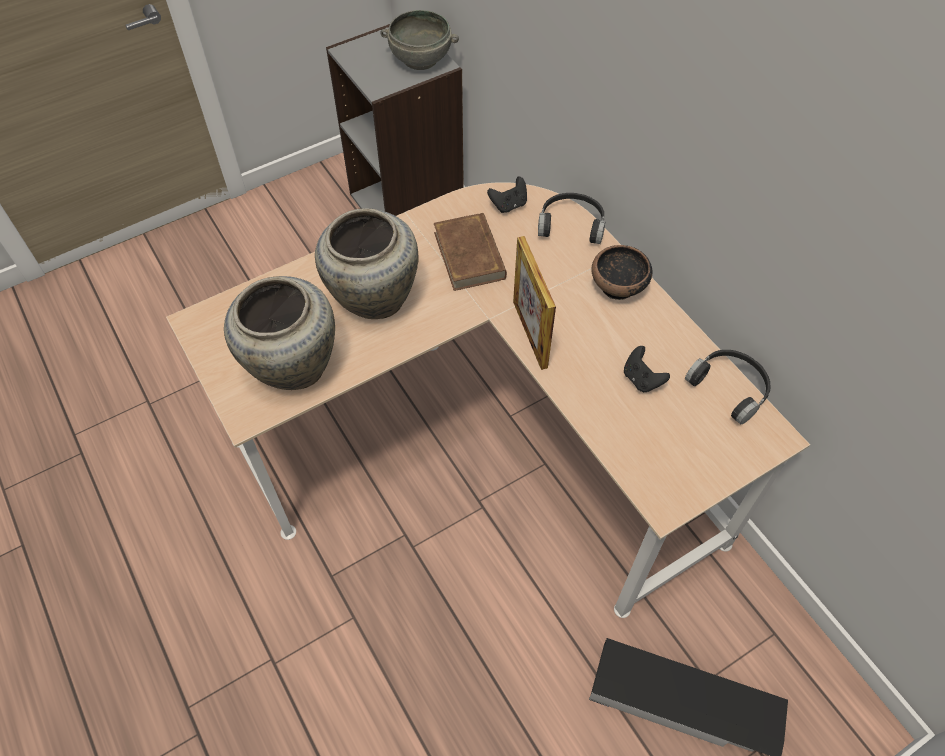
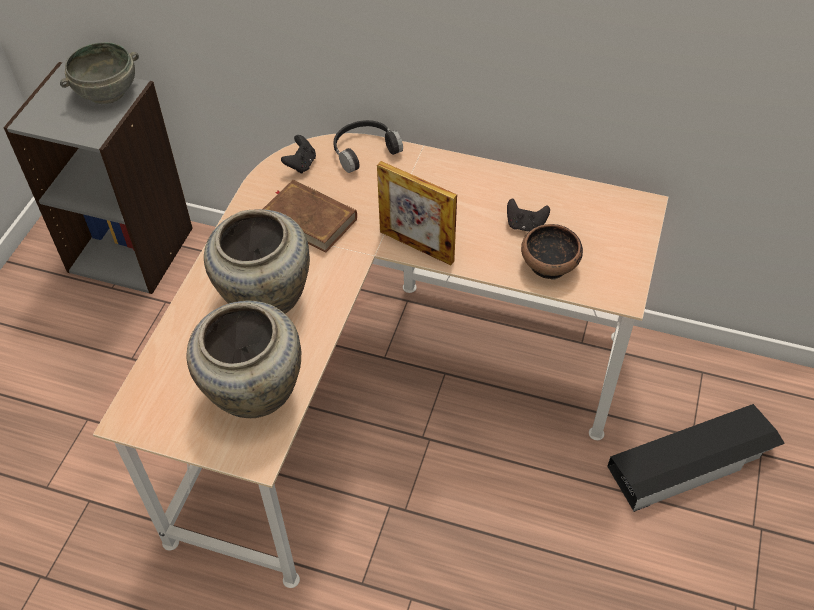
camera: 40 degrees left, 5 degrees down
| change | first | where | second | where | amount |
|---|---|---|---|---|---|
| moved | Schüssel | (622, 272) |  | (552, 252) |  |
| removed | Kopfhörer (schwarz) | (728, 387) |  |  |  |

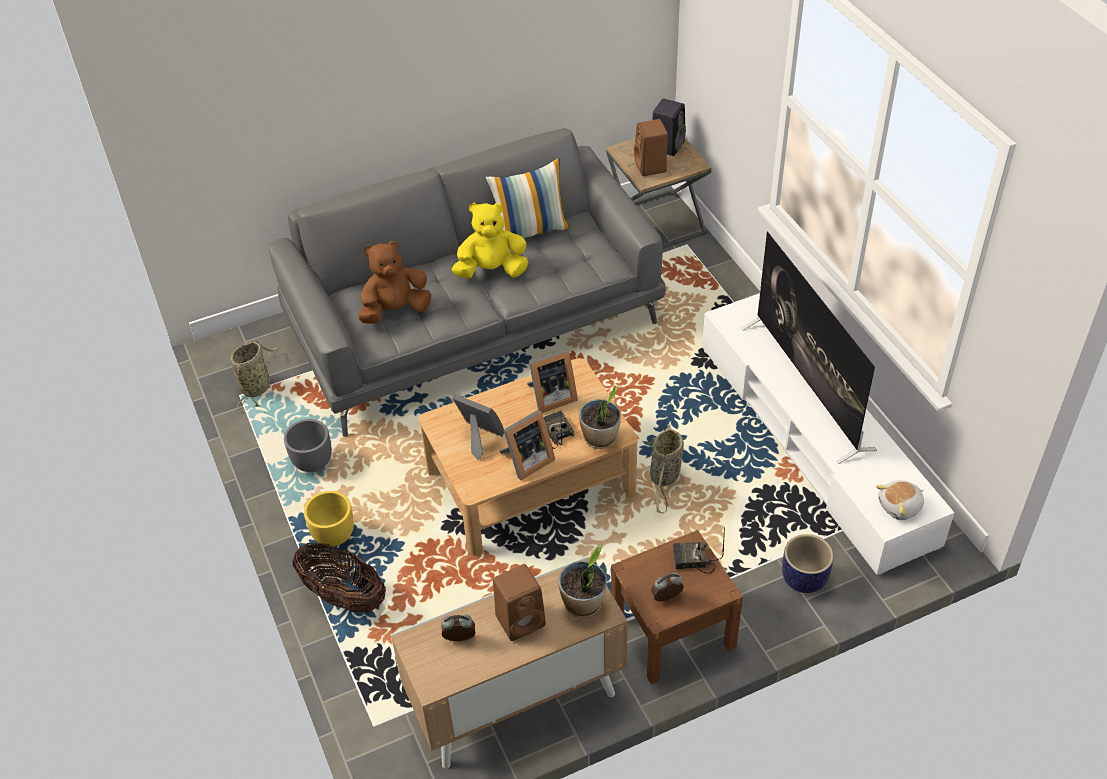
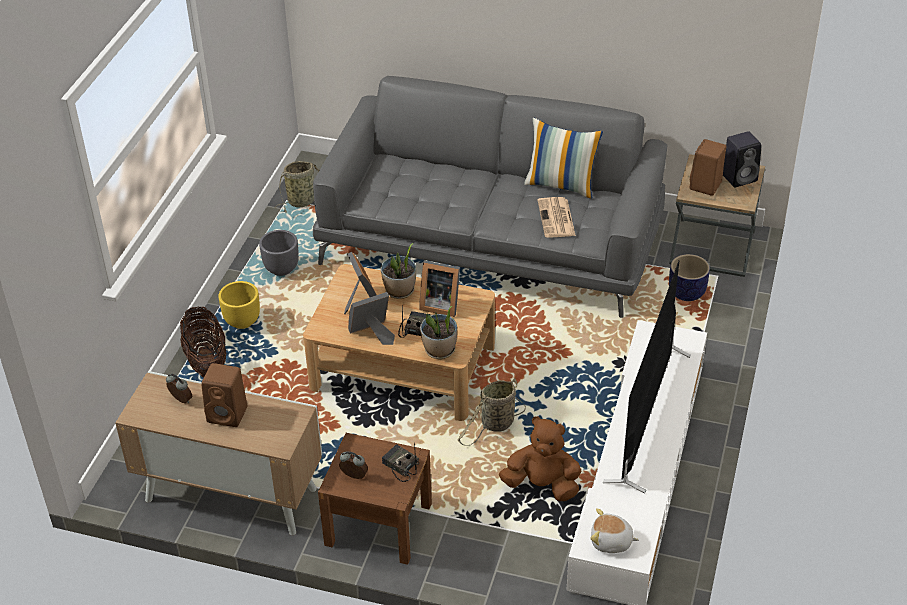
camera: 40 degrees right, 5 degrees down
| change | first | where | second | where | amount |
|---|---|---|---|---|---|
| removed | Plüschtier (gelb) | (490, 240) |  |  |  |
| moved | Plüschtier (braun) | (394, 282) |  | (540, 458) |  |
| turned | Bilderrahmen | (527, 445) |  | (371, 318) | 150 degrees clockwise |
| moved | Pflanzkübel | (808, 563) |  | (689, 277) |  |
| moved | Topfpflanze | (582, 581) |  | (398, 271) |  |
| added |  |  | Zeitung | (557, 217) |  |

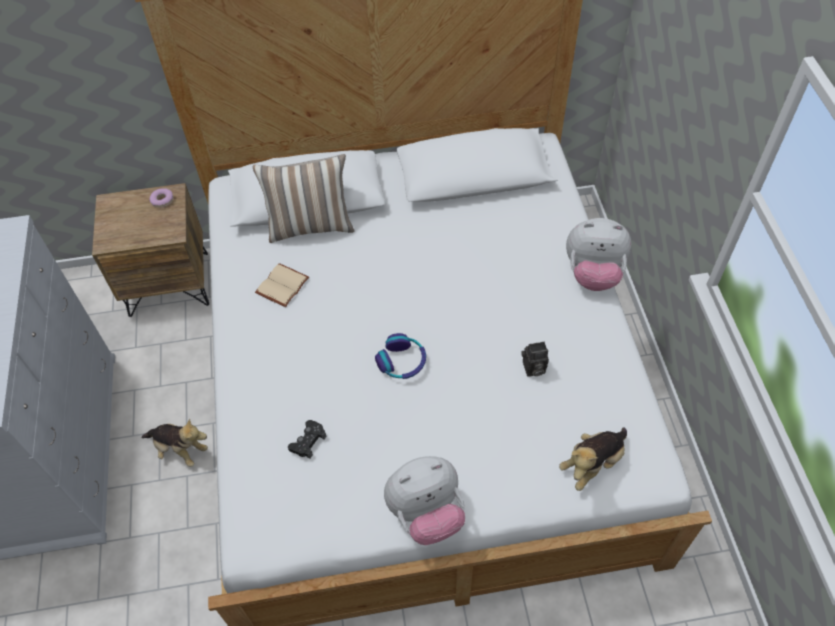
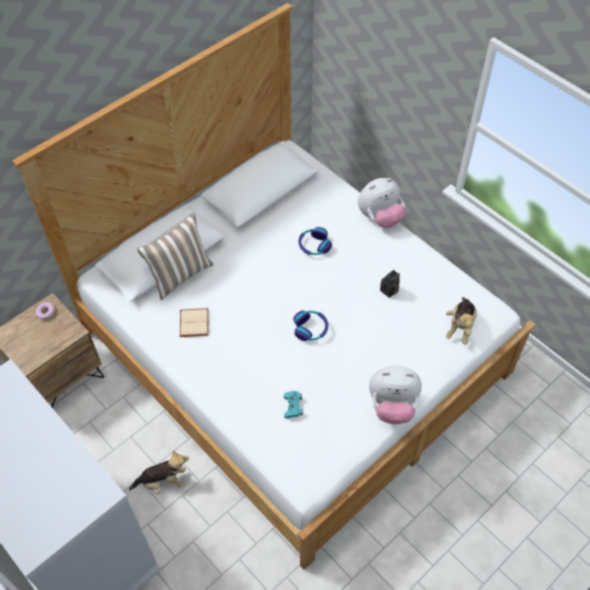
camera: 35 degrees left, 0 degrees up
| change | first | where | second | where | amount |
|---|---|---|---|---|---|
| recoloured | Gamepad (schwarz) | (307, 439) | Gamepad (türkis) | (293, 404) |  |
| turned | Plüschtier | (424, 500) |  | (395, 394) | 60 degrees clockwise |
| added |  |  | Kopfhörer | (315, 241) |  |

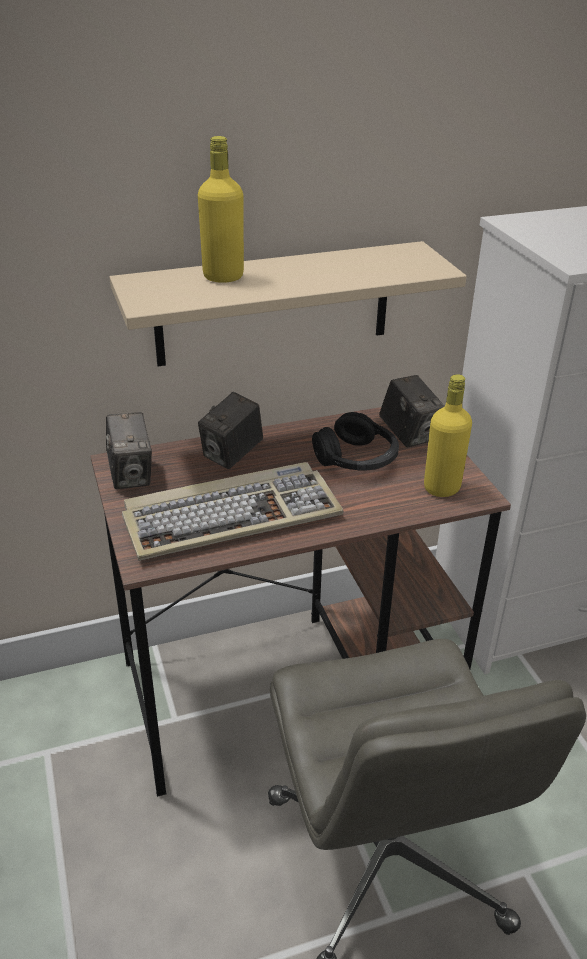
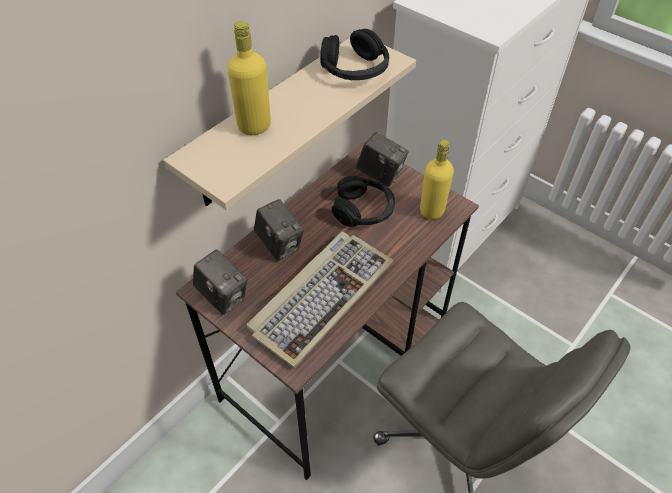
camera: 30 degrees left, 15 degrees up
| change | first | where | second | where | amount |
|---|---|---|---|---|---|
| turned | Kamera | (230, 430) |  | (279, 230) | 45 degrees counterclockwise |
| added |  |  | Kopfhörer (schwarz) | (354, 54) |  |

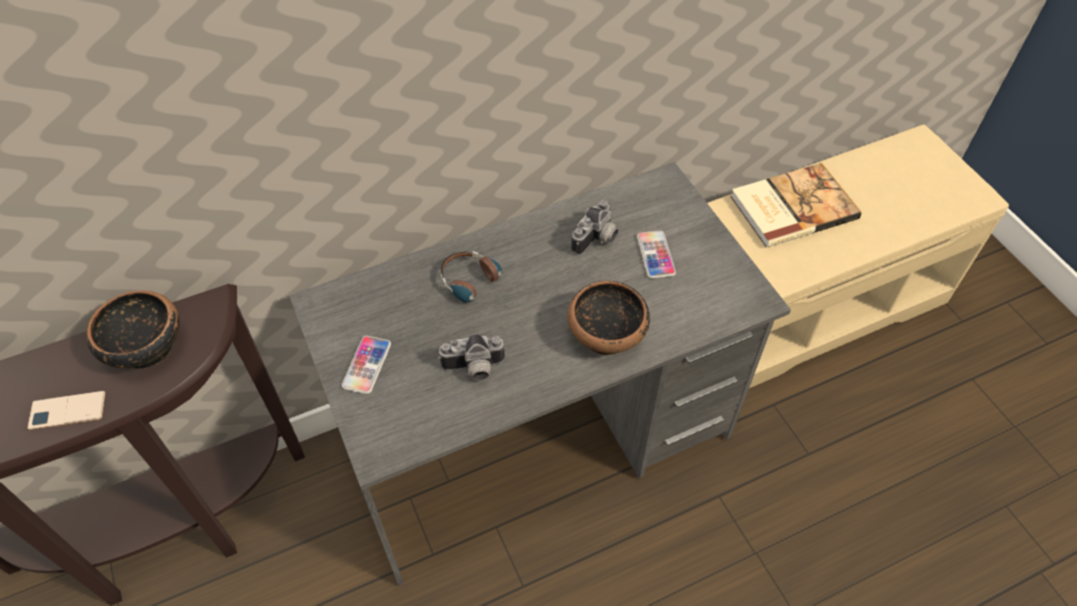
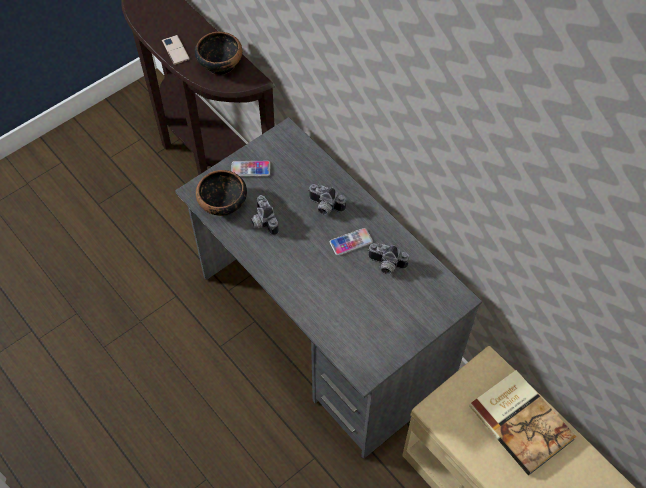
camera: 75 degrees right, 5 degrees up
| change | first | where | second | where | amount |
|---|---|---|---|---|---|
| moved | Handy | (656, 254) |  | (351, 242) |  |
| replaced | Kopfhörer | (471, 280) | Kamera | (327, 199) |  |
| moved | Schüssel | (608, 318) |  | (221, 193) |  |

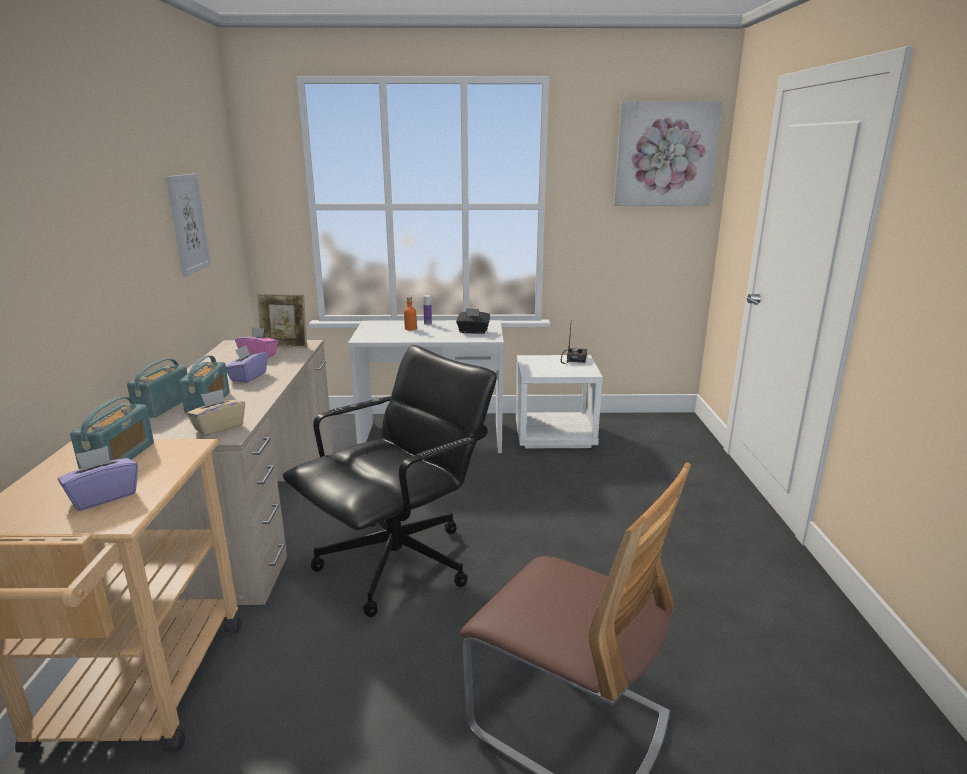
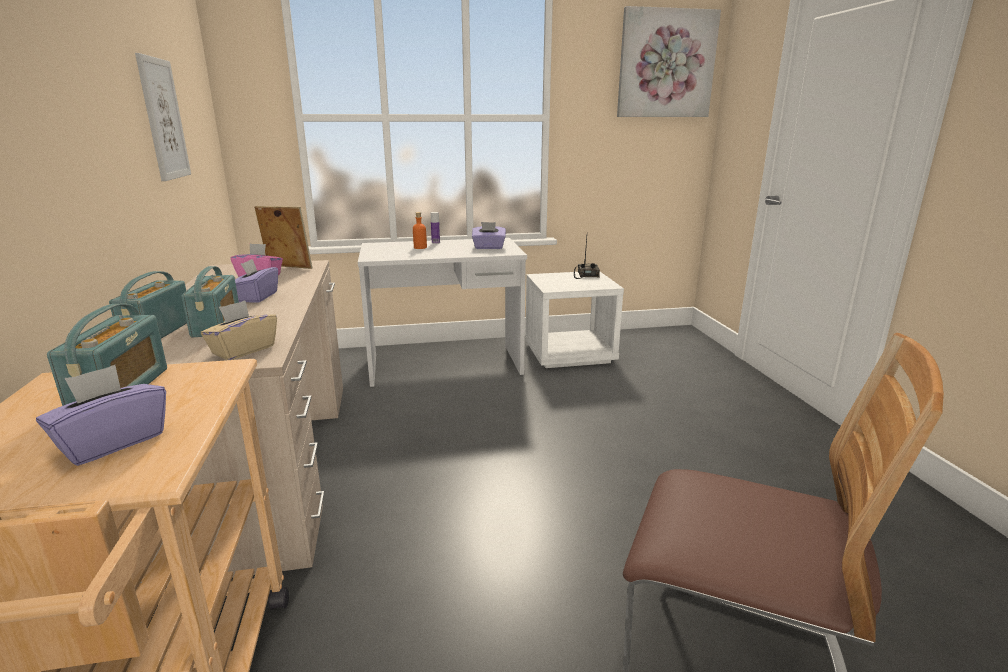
camera: 10 degrees left, 0 degrees up
| change | first | where | second | where | amount |
|---|---|---|---|---|---|
| turned | Bilderrahmen | (282, 321) |  | (283, 237) | 150 degrees counterclockwise |
| recoloured | Taschentuchbox (schwarz) | (473, 321) | Taschentuchbox (lila) | (489, 235) |  |
| removed | Bürostuhl (schwarz) | (390, 481) |  |  |  |

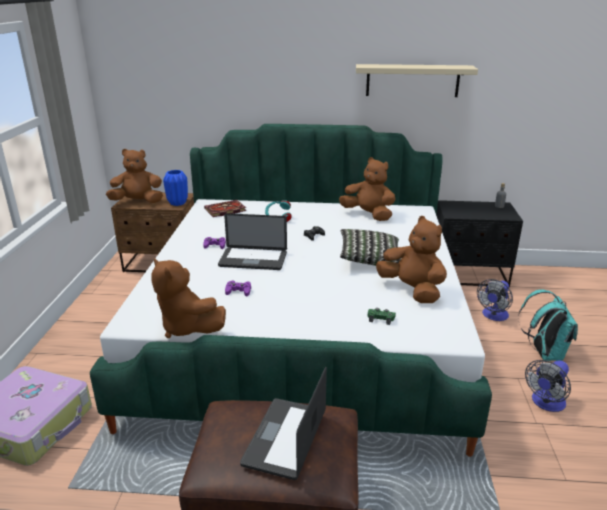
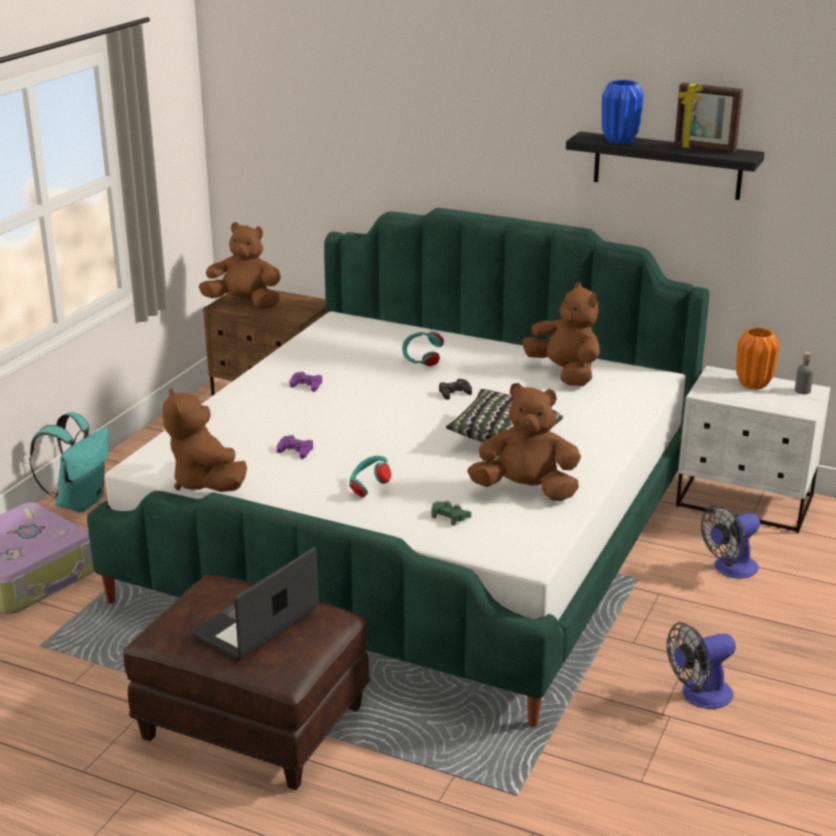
camera: 20 degrees right, 0 degrees up
| change | first | where | second | where | amount |
|---|---|---|---|---|---|
| recoloured | Wandregal (beige) | (417, 80) | Wandregal (schwarz) | (665, 165) |  |
| moved | Vase (blau) | (175, 188) |  | (623, 112) |  |
| removed | Buch | (225, 208) |  |  |  |
| recoloured | Nachttisch (schwarz) | (479, 243) | Nachttisch (weiß) | (753, 449) |  |
| removed | Laptop | (252, 241) |  |  |  |
| turned | Plüschtier (braun) | (411, 259) |  | (524, 442) | 60 degrees counterclockwise |
| moved | Rucksack (türkis) | (548, 325) |  | (69, 462) |  |
| added |  |  | Bilderrahmen | (708, 118) |  |
| added |  |  | Vase (orange) | (758, 358) |  |
| added |  |  | Kopfhörer (türkis) | (370, 476) |  |

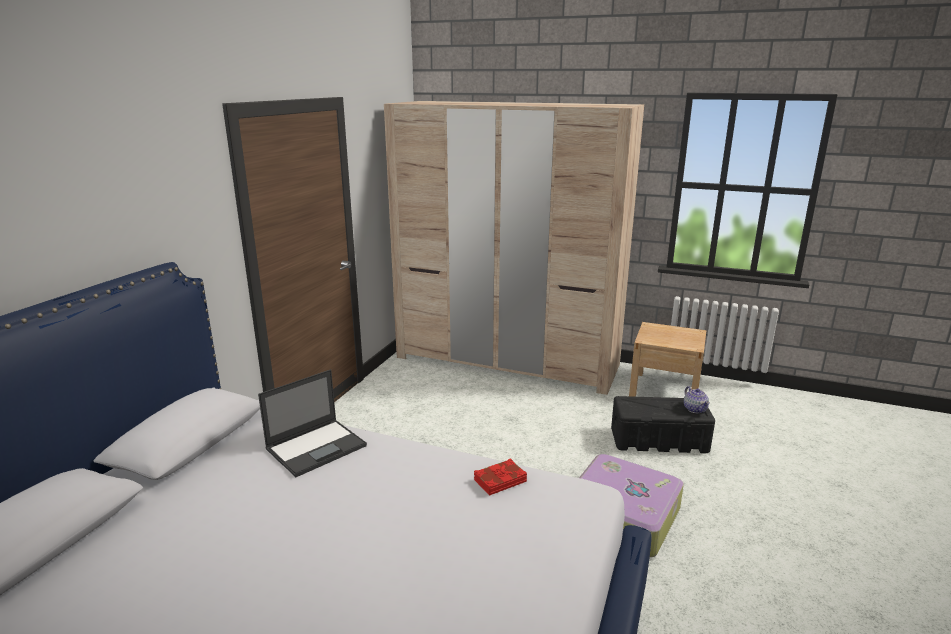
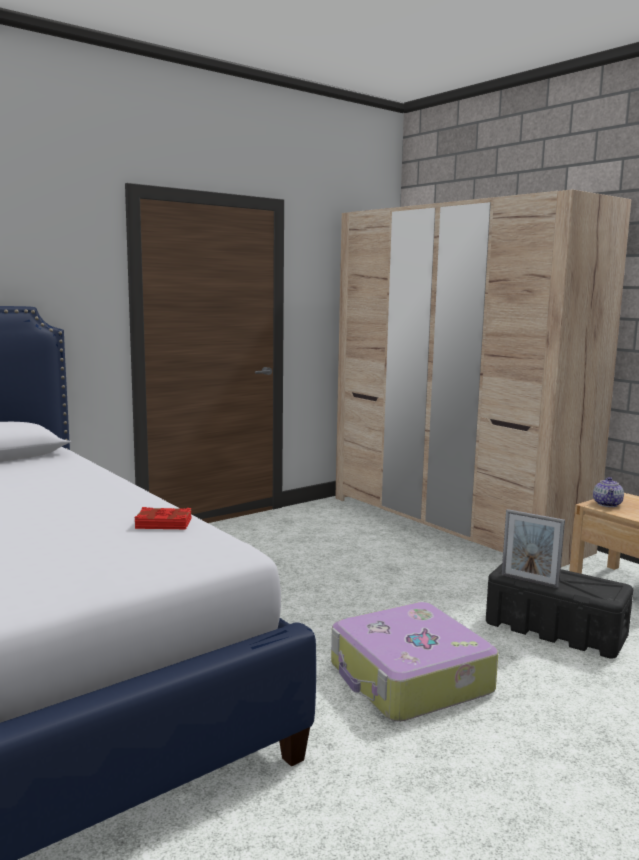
camera: 30 degrees right, 10 degrees down
| change | first | where | second | where | amount |
|---|---|---|---|---|---|
| removed | Laptop | (312, 423) |  |  |  |
| moved | Teekanne | (697, 399) |  | (608, 492) |  |
| added |  |  | Bilderrahmen | (533, 548) |  |

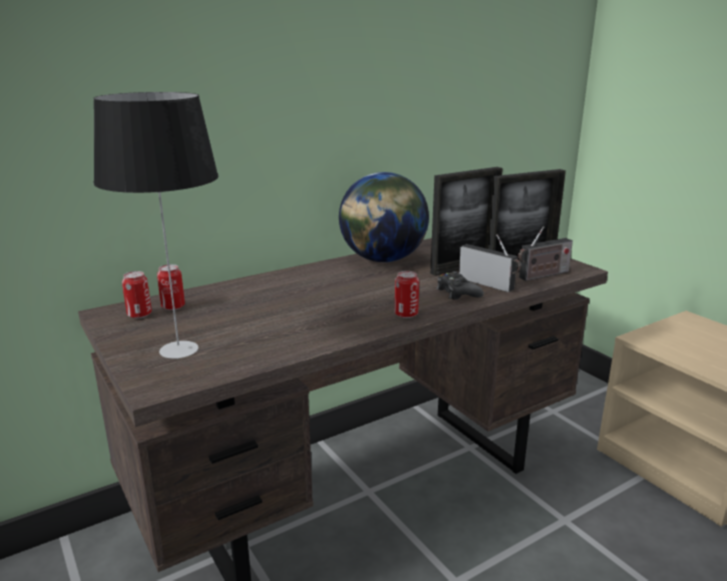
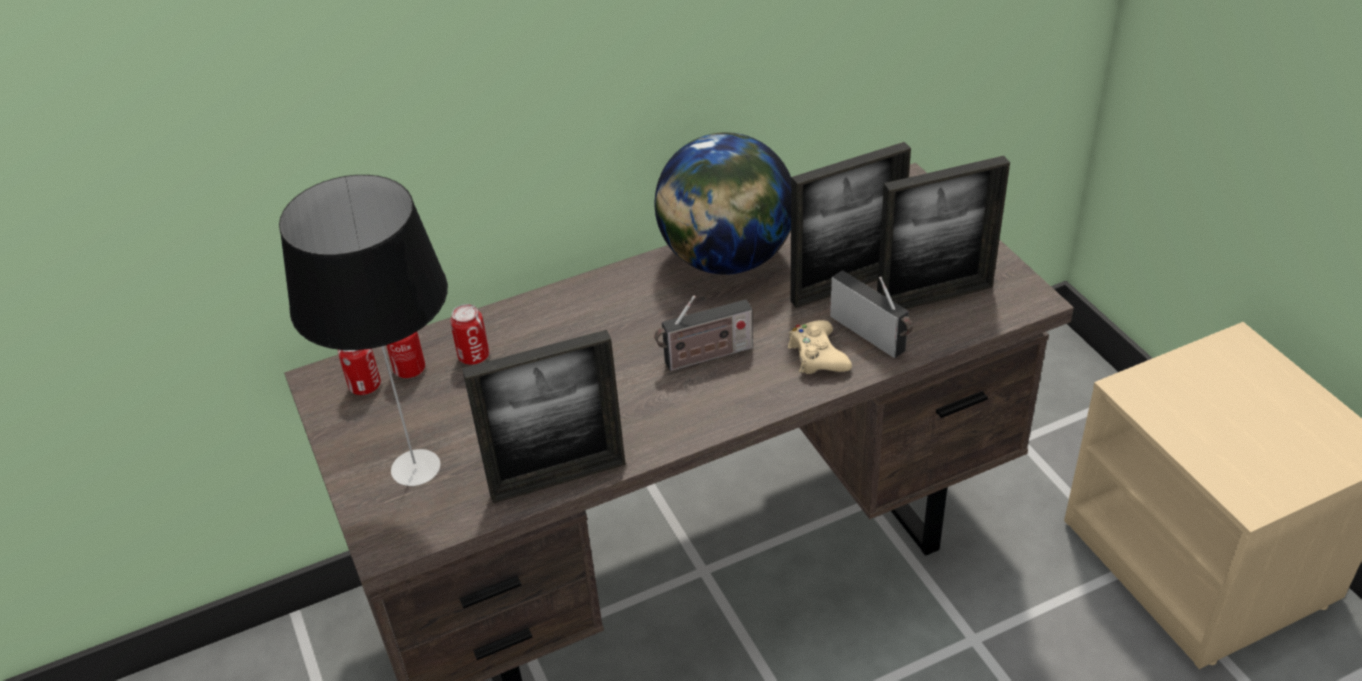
camera: 10 degrees right, 20 degrees up
| change | first | where | second | where | amount |
|---|---|---|---|---|---|
| moved | Radio | (545, 253) |  | (703, 333) |  |
| moved | Dose | (407, 294) |  | (469, 334) |  |
| recoloured | Gamepad (schwarz) | (460, 285) | Gamepad (beige) | (819, 347) |  |
| added |  |  | Bilderrahmen | (544, 416) |  |

